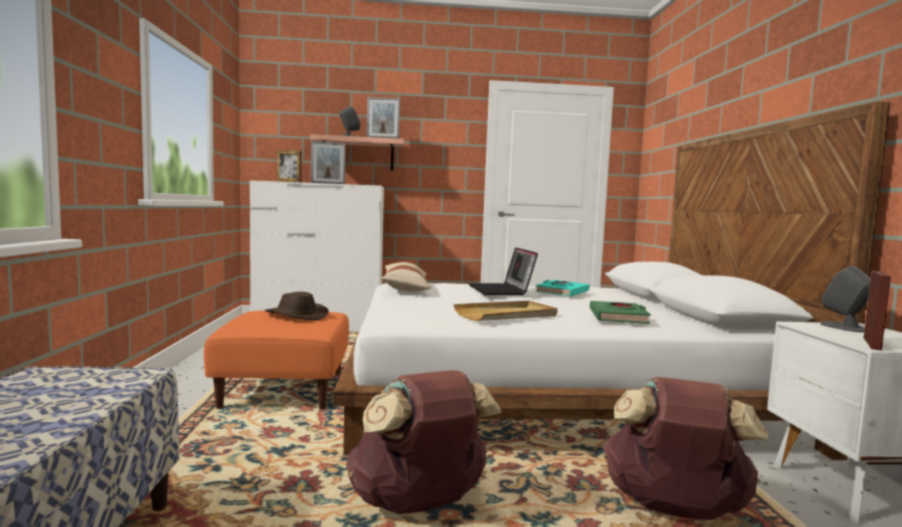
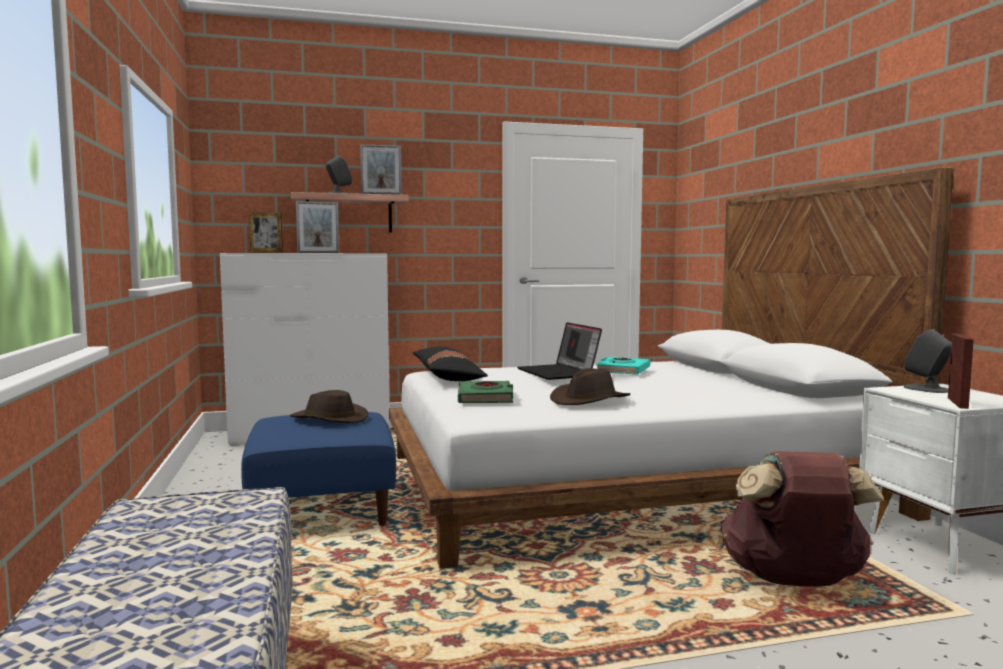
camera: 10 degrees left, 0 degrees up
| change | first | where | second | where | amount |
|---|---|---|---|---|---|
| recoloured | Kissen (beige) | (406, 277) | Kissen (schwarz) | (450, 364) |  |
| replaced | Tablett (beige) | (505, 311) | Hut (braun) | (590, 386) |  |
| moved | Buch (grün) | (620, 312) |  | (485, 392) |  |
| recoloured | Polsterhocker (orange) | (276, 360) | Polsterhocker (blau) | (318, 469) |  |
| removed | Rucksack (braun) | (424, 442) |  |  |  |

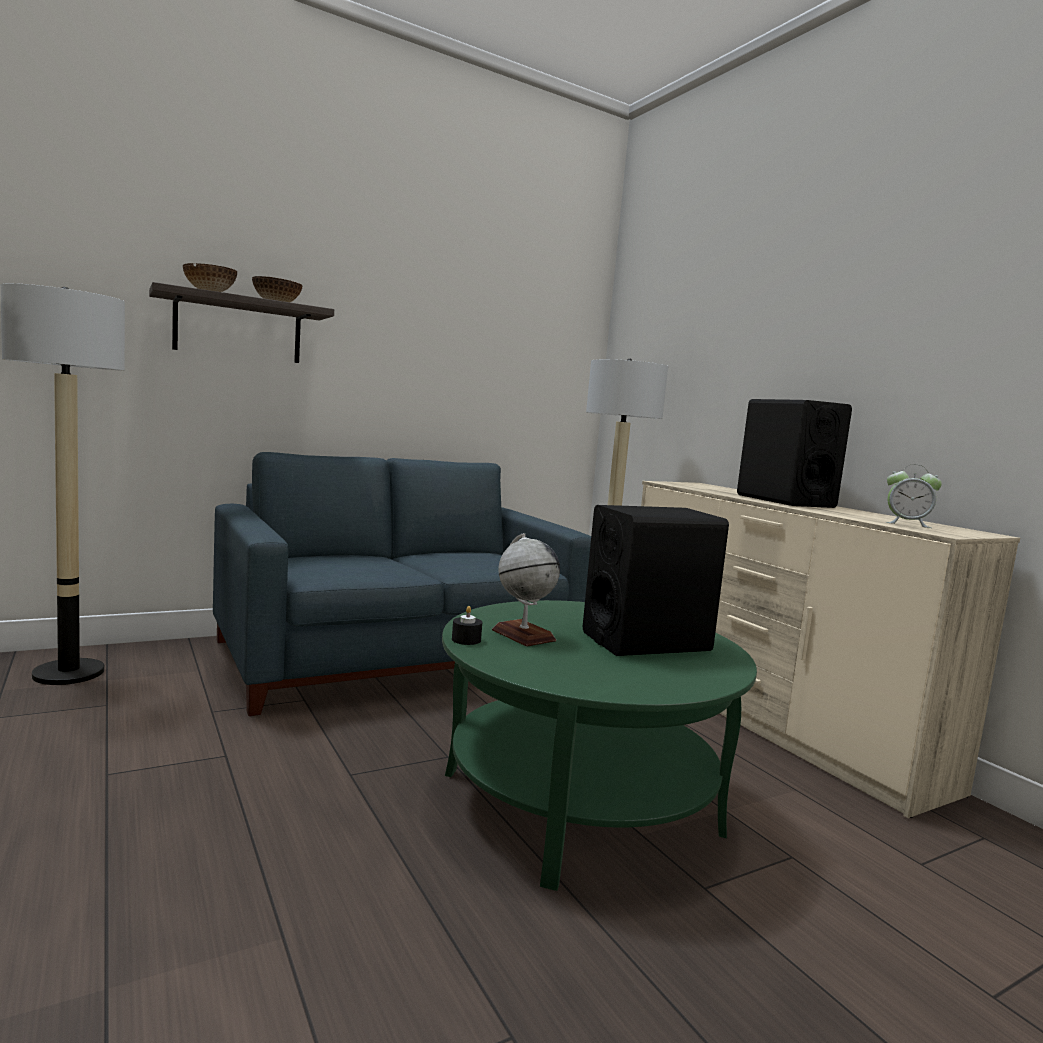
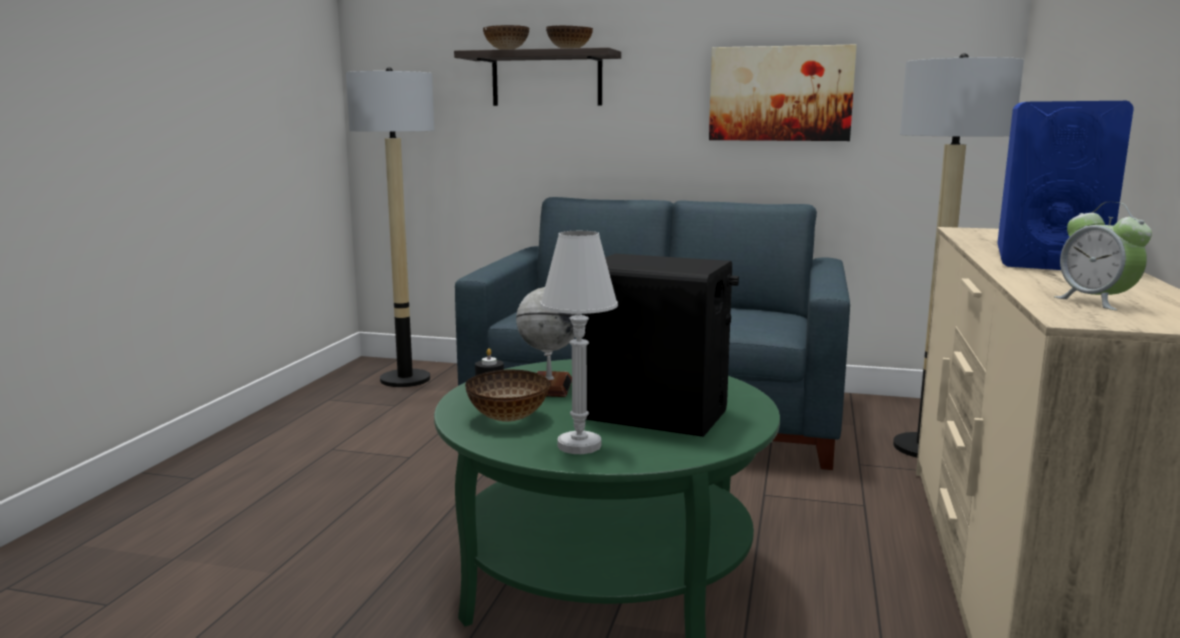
camera: 45 degrees right, 5 degrees up
| change | first | where | second | where | amount |
|---|---|---|---|---|---|
| recoloured | Lautsprecher (schwarz) | (794, 453) | Lautsprecher (blau) | (1065, 185) |  |
| added |  |  | Bild | (783, 93) |  |
| added |  |  | Tischlampe (weiß) | (579, 342) |  |
| added |  |  | Schüssel | (508, 395) |  |

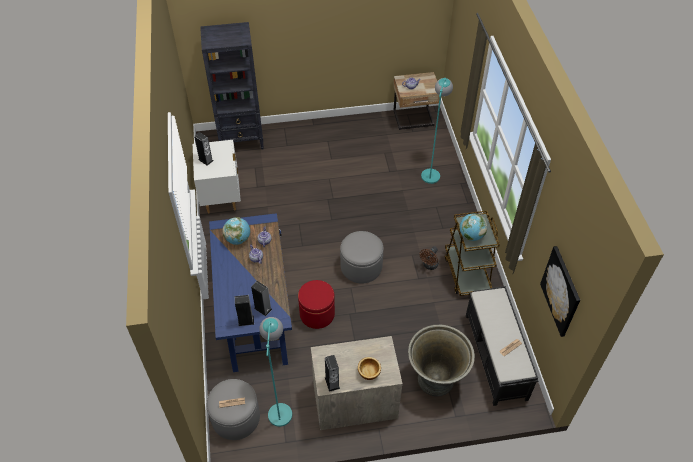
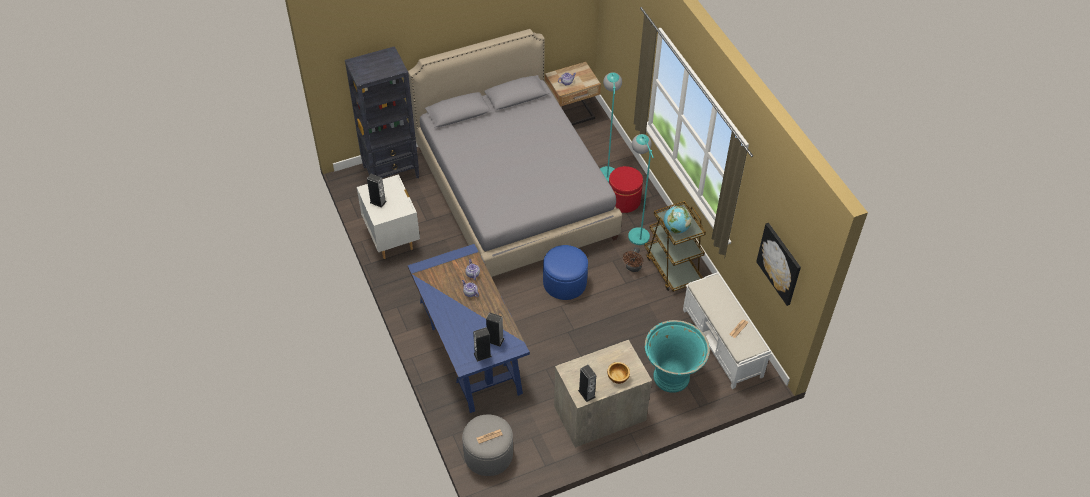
camera: 15 degrees left, 0 degrees up
| change | first | where | second | where | amount |
|---|---|---|---|---|---|
| removed | Globus | (236, 231) |  |  |  |
| recoloured | Polsterhocker (grau) | (362, 257) | Polsterhocker (blau) | (565, 272) |  |
| moved | Polsterhocker (rot) | (316, 304) |  | (626, 189) |  |
| recoloured | Bank (schwarz) | (502, 346) | Bank (weiß) | (727, 330) |  |
| moved | Stehlampe (türkis) | (275, 372) |  | (641, 189) |  |
| recoloured | Pflanzkübel (grau) | (441, 361) | Pflanzkübel (türkis) | (677, 356) |  |
| added |  |  | Bett (grau) | (515, 153) |  |

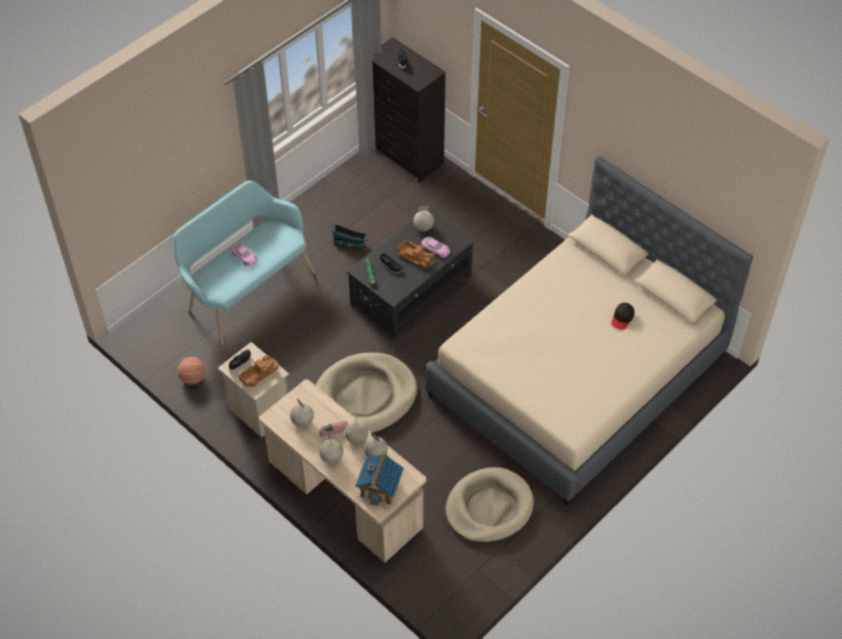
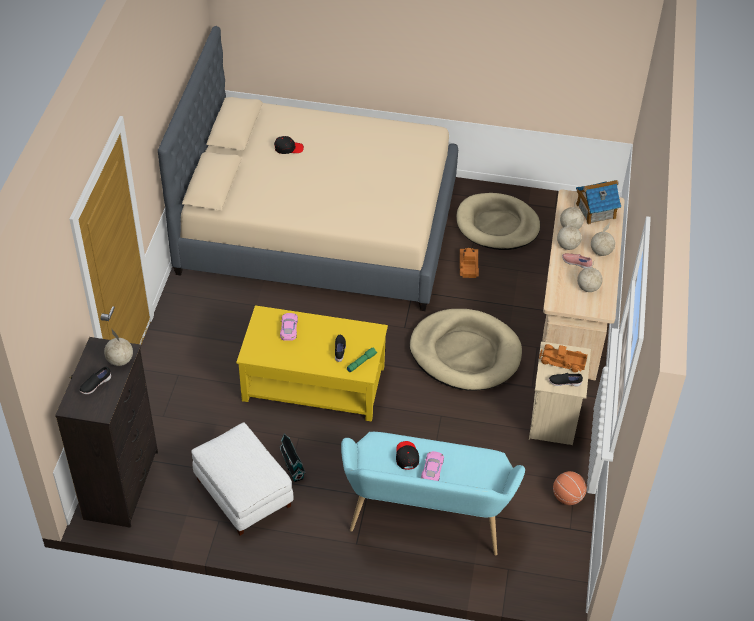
camera: 125 degrees left, 5 degrees down
| change | first | where | second | where | amount |
|---|---|---|---|---|---|
| moved | Globus | (423, 219) |  | (118, 347) |  |
| recoloured | Couchtisch (schwarz) | (410, 274) | Couchtisch (gelb) | (312, 363) |  |
| moved | Spielzeuglaster | (416, 254) |  | (469, 263) |  |
| added |  |  | Polsterhocker (weiß) | (242, 479) |  |
| added |  |  | Kappe (schwarz) | (407, 455) |  |

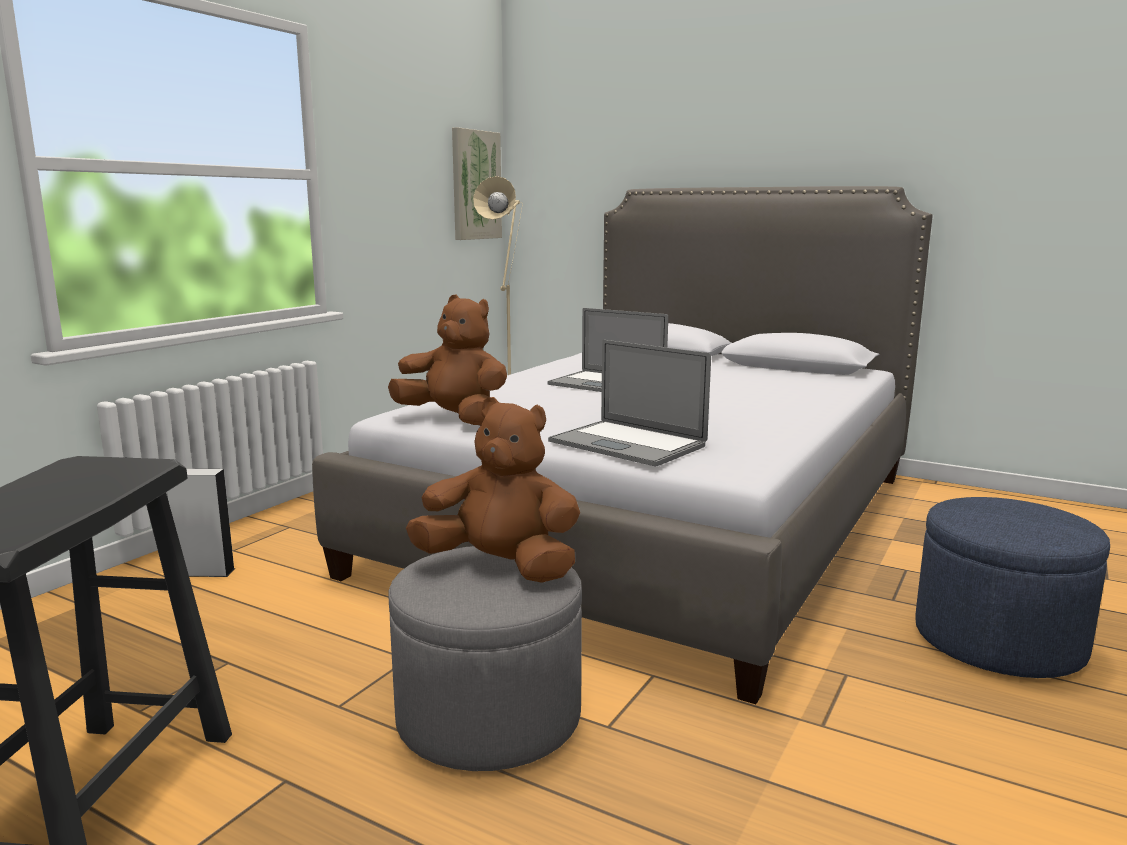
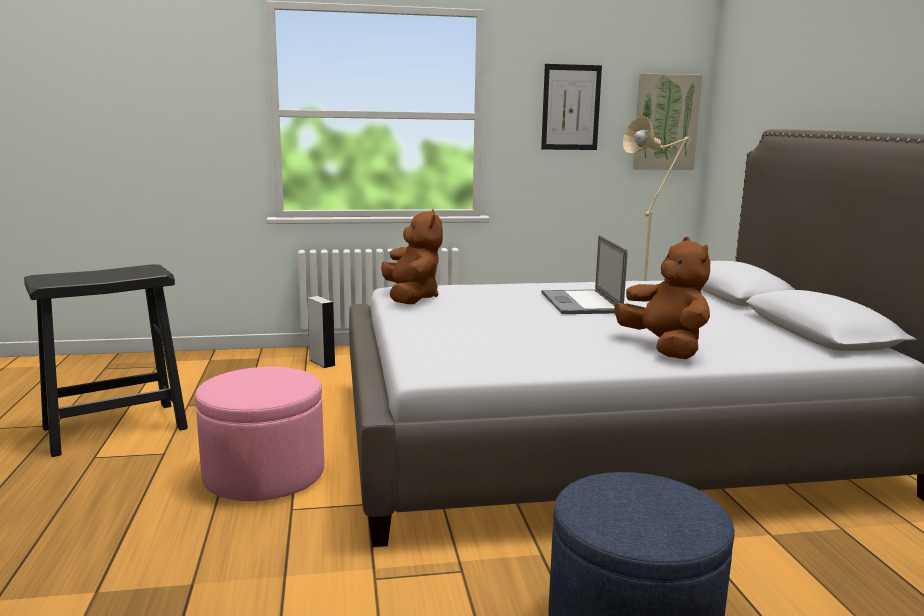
camera: 50 degrees right, 0 degrees up
| change | first | where | second | where | amount |
|---|---|---|---|---|---|
| removed | Laptop | (629, 403) |  |  |  |
| moved | Plüschtier (braun) | (493, 490) |  | (662, 298) |  |
| recoloured | Polsterhocker (grau) | (485, 658) | Polsterhocker (rosa) | (259, 434) |  |
| added |  |  | Bild | (571, 107) |  |

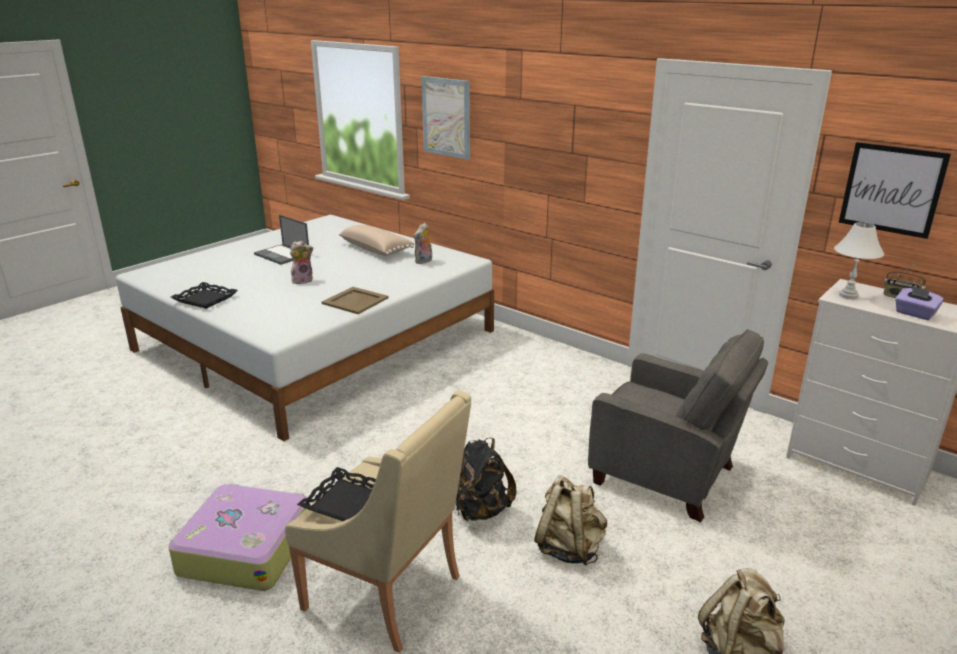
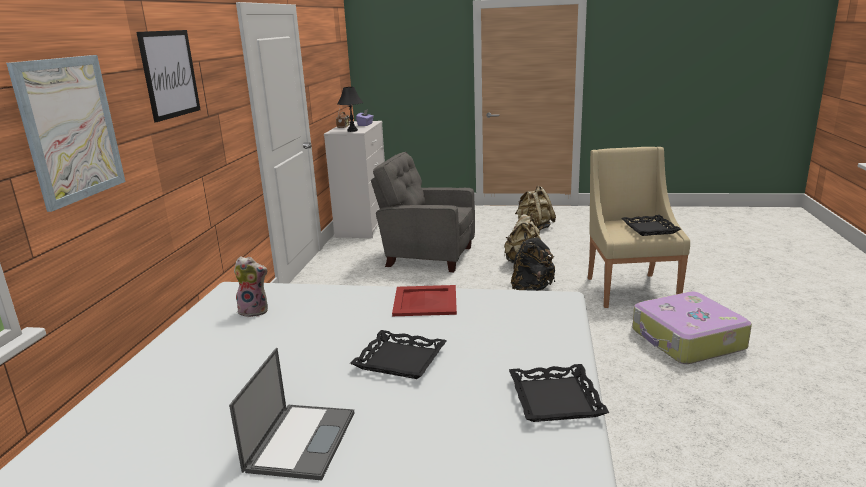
camera: 120 degrees left, 5 degrees down
| change | first | where | second | where | amount |
|---|---|---|---|---|---|
| moved | Bild | (895, 190) |  | (168, 76) |  |
| recoloured | Tischlampe (weiß) | (859, 260) | Tischlampe (schwarz) | (350, 109) |  |
| removed | Kissen (beige) | (377, 240) |  |  |  |
| replaced | Plüschtier | (301, 262) | Tablett (schwarz) | (398, 354) |  |
| recoloured | Tablett (beige) | (355, 300) | Tablett (rot) | (424, 300) |  |
| turned | Sessel (grau) | (678, 425) |  | (423, 212) | 75 degrees counterclockwise |

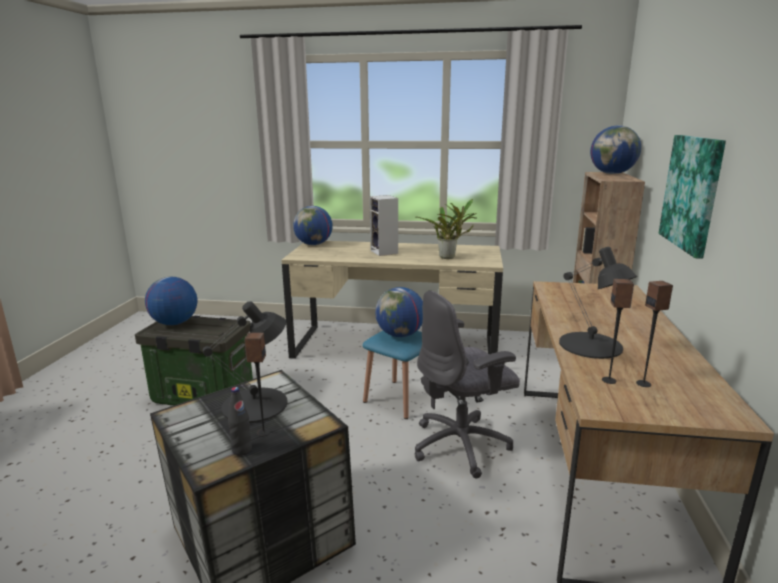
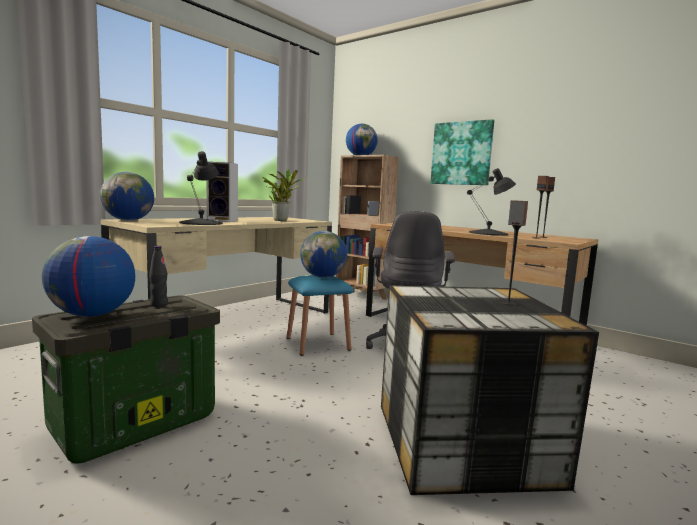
camera: 60 degrees left, 10 degrees down
| change | first | where | second | where | amount |
|---|---|---|---|---|---|
| moved | Tischlampe (schwarz) | (244, 362) |  | (201, 188) |  |
| moved | Flasche (schwarz) | (240, 421) |  | (158, 276) |  |

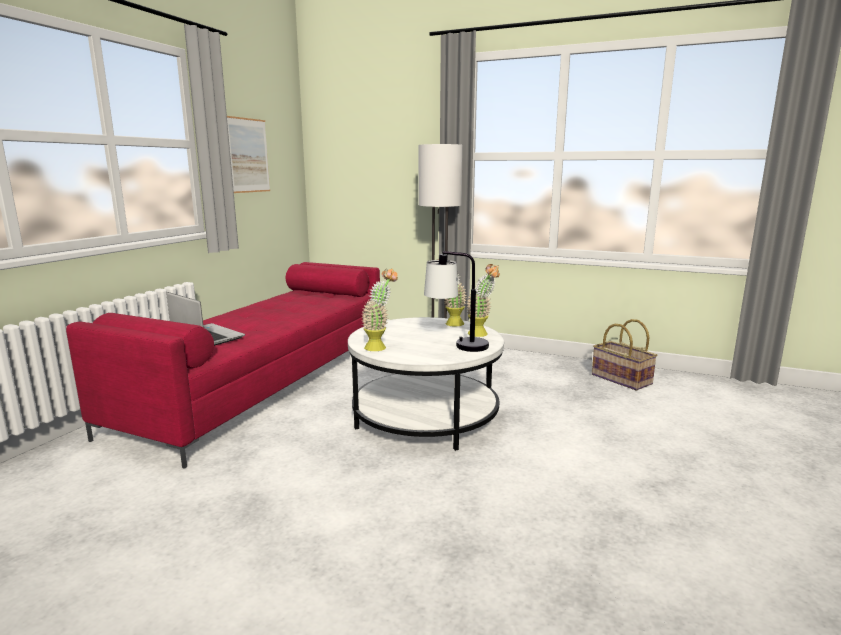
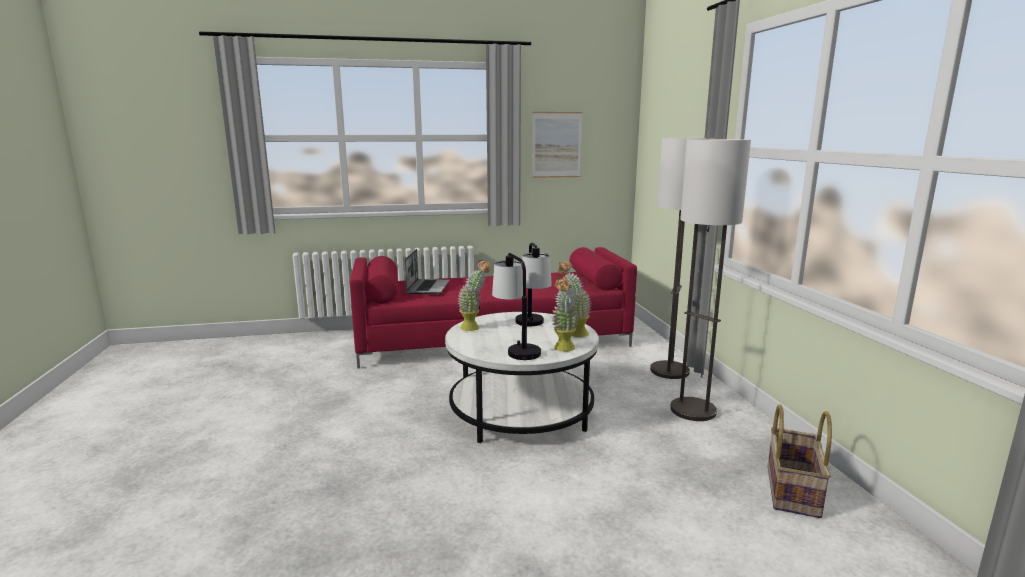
camera: 55 degrees right, 0 degrees up
| change | first | where | second | where | amount |
|---|---|---|---|---|---|
| added |  |  | Stehlampe | (710, 280) |  |
| added |  |  | Tischlampe | (533, 284) |  |

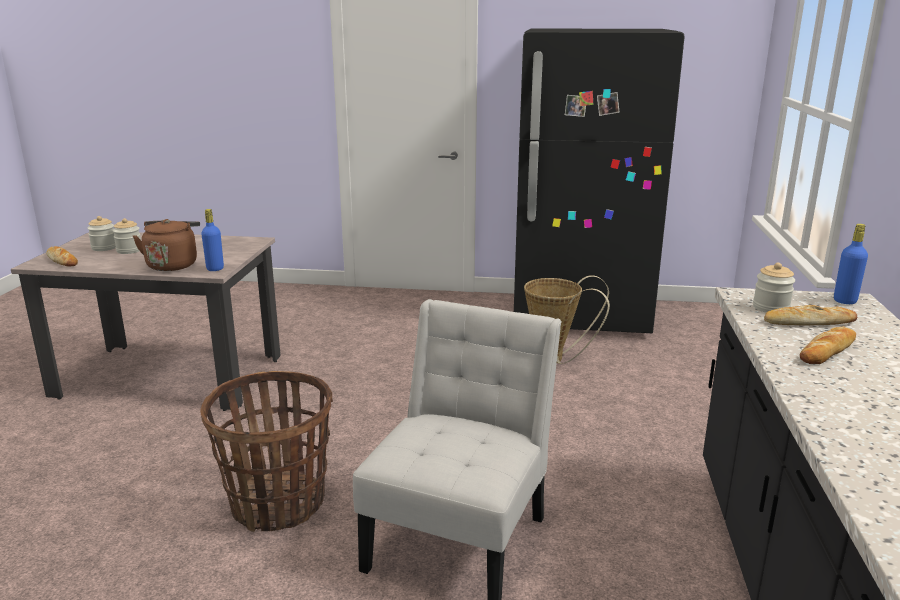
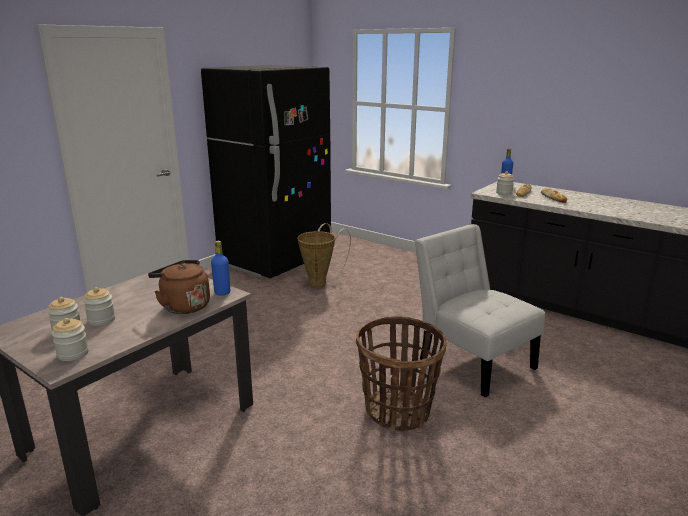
camera: 60 degrees left, 0 degrees up
| change | first | where | second | where | amount |
|---|---|---|---|---|---|
| replaced | Brot | (62, 256) | Vorratsglas | (70, 339) |  |

